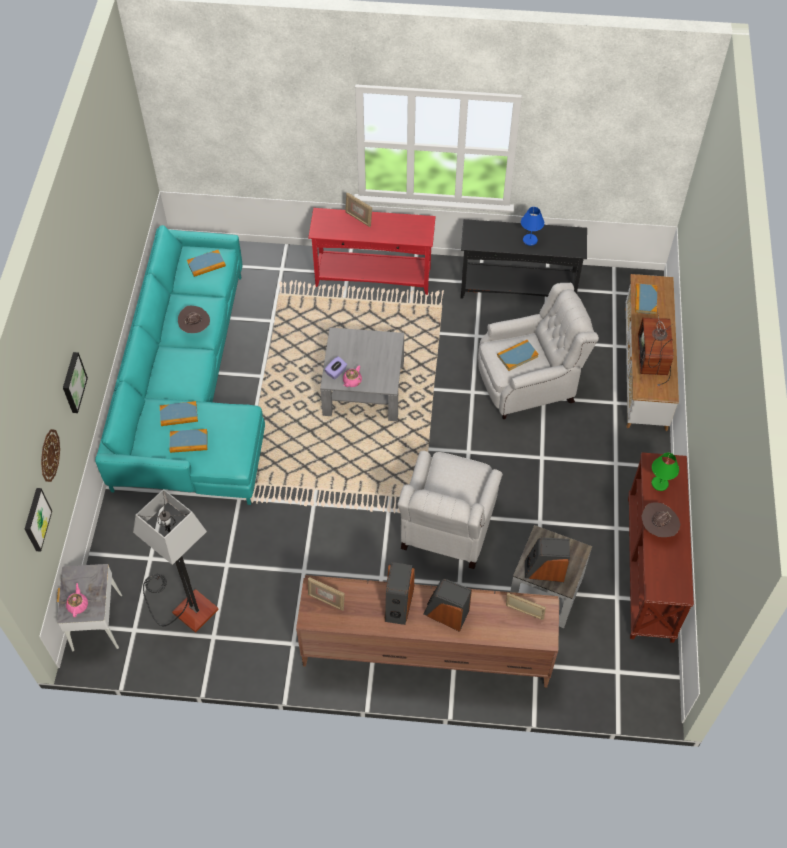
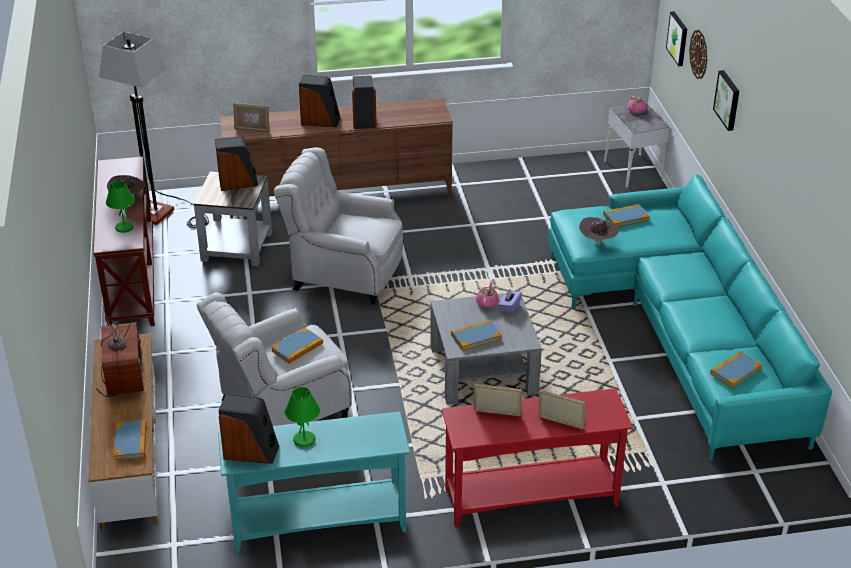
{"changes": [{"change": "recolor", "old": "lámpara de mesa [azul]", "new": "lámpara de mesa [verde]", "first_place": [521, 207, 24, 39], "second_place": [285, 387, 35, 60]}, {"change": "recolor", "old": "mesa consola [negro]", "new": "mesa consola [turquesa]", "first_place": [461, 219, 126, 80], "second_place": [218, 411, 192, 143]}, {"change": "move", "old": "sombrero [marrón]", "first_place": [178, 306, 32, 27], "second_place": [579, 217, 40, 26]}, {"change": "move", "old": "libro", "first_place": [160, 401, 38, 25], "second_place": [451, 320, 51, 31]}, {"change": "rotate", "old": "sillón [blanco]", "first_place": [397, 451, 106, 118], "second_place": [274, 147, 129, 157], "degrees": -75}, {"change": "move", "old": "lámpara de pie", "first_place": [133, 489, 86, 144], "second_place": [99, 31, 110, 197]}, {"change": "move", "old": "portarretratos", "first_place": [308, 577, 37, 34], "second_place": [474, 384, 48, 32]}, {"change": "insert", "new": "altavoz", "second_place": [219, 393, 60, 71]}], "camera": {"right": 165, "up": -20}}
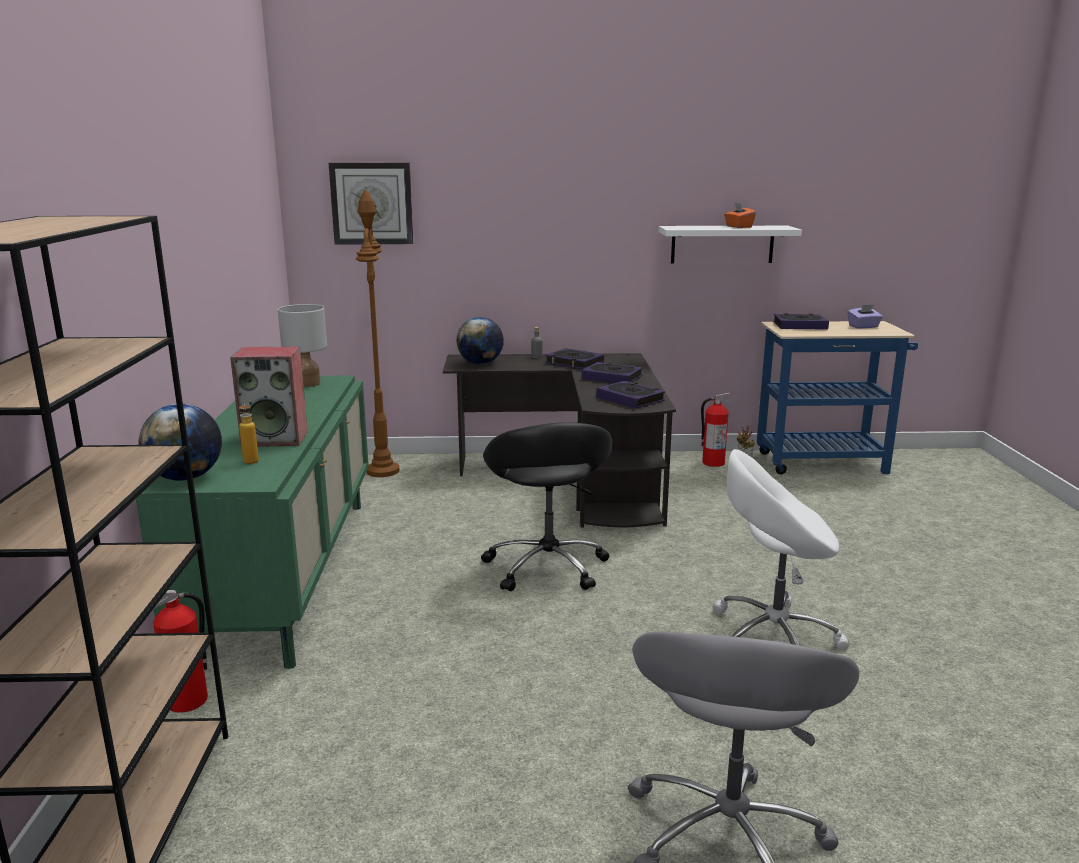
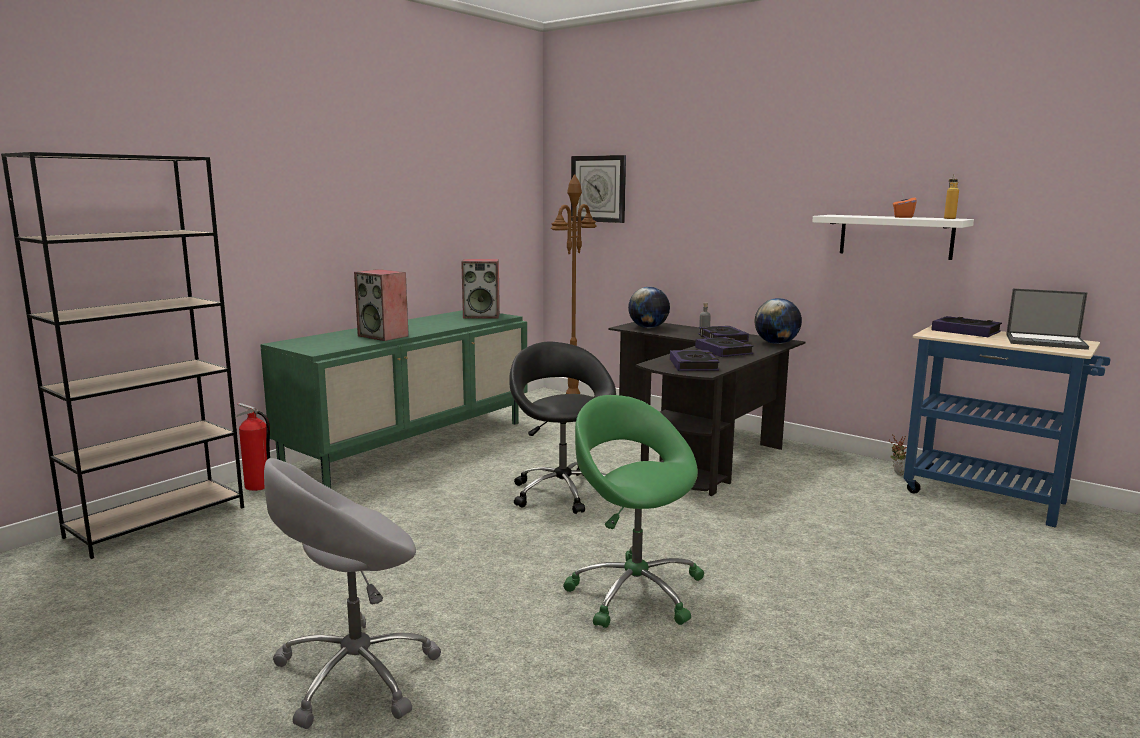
{"changes": [{"change": "replace", "old": "lámpara de mesa [gris]", "new": "altavoz", "first_place": [278, 304, 49, 83], "second_place": [461, 259, 39, 59]}, {"change": "replace", "old": "caja de pañuelos [morado]", "new": "portátil", "first_place": [848, 305, 35, 24], "second_place": [1006, 288, 83, 62]}, {"change": "delete", "old": "extintor", "first_place": [701, 392, 31, 75]}, {"change": "move", "old": "botella", "first_place": [239, 401, 20, 63], "second_place": [944, 174, 15, 45]}, {"change": "move", "old": "globo terráqueo", "first_place": [139, 404, 83, 77], "second_place": [755, 298, 47, 46]}, {"change": "rotate", "old": "silla de oficina [negro]", "first_place": [481, 422, 132, 169], "second_place": [509, 342, 107, 172], "degrees": 120}, {"change": "recolor", "old": "silla de oficina [blanco]", "new": "silla de oficina [verde]", "first_place": [713, 449, 136, 201], "second_place": [563, 395, 141, 233]}], "camera": {"right": 40, "up": -5}}
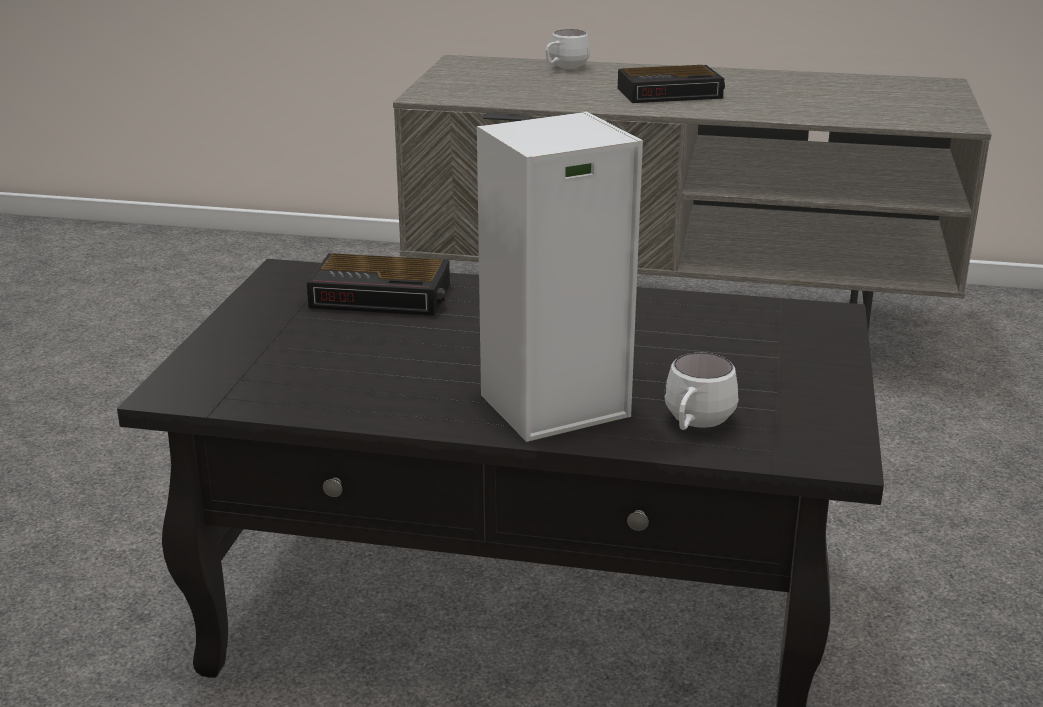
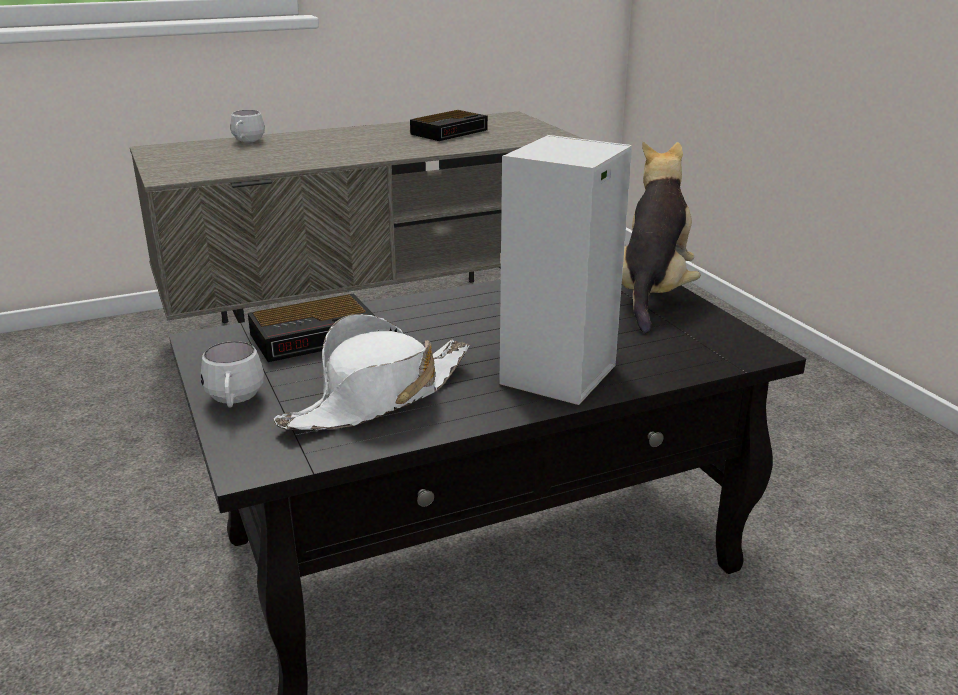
{"changes": [{"change": "move", "old": "despertador", "first_place": [618, 65, 107, 38], "second_place": [410, 110, 78, 31]}, {"change": "move", "old": "taza grande [blanco]", "first_place": [664, 352, 75, 78], "second_place": [201, 341, 63, 67]}, {"change": "insert", "new": "peluche", "second_place": [622, 142, 79, 191]}, {"change": "insert", "new": "sombrero [blanco]", "second_place": [274, 314, 195, 116]}], "camera": {"right": -35, "up": 0}}
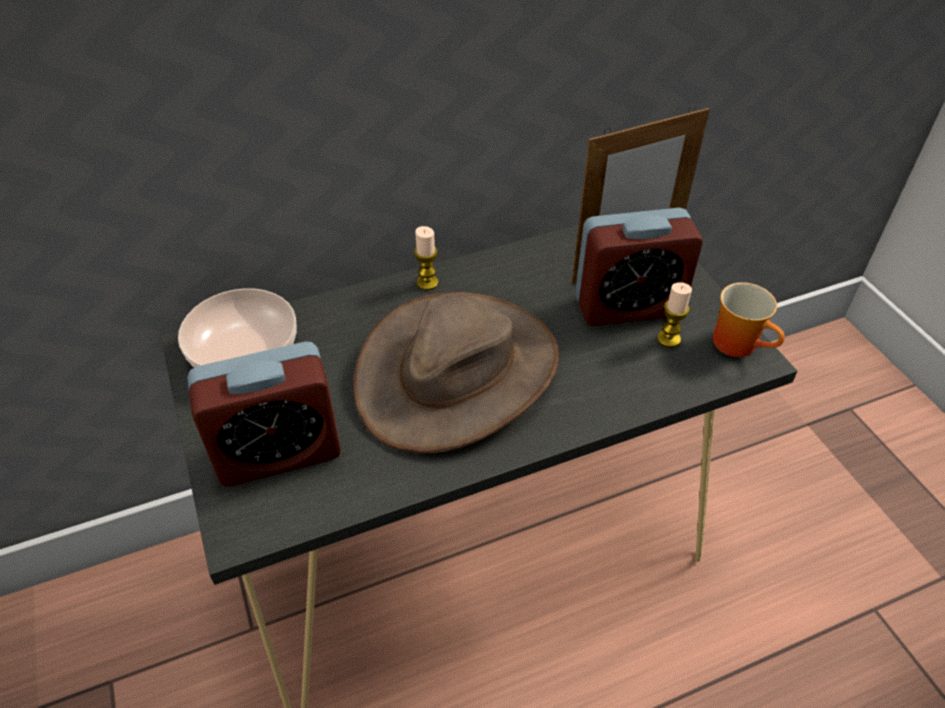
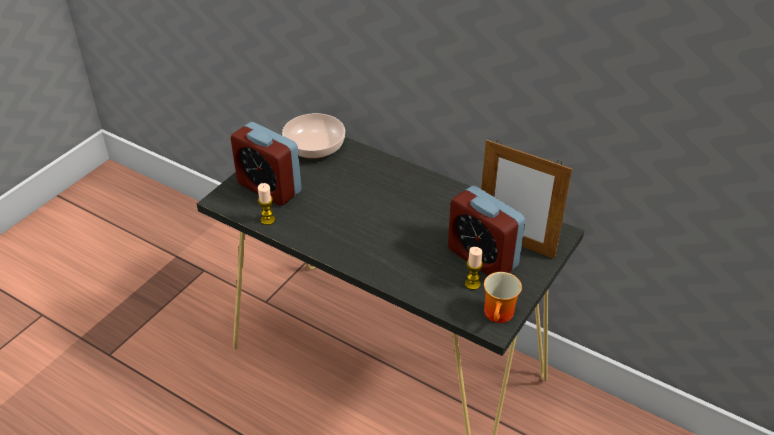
{"changes": [{"change": "move", "old": "vela", "first_place": [414, 226, 24, 64], "second_place": [258, 183, 17, 42]}, {"change": "delete", "old": "sombrero [marrón]", "first_place": [353, 292, 206, 162]}], "camera": {"right": 55, "up": -5}}
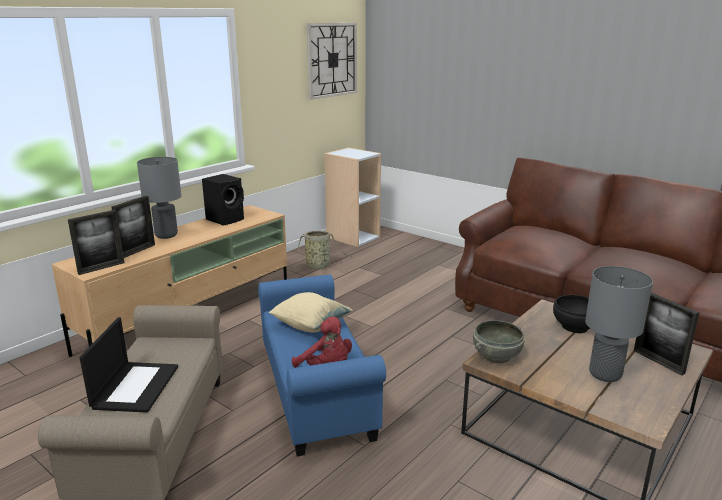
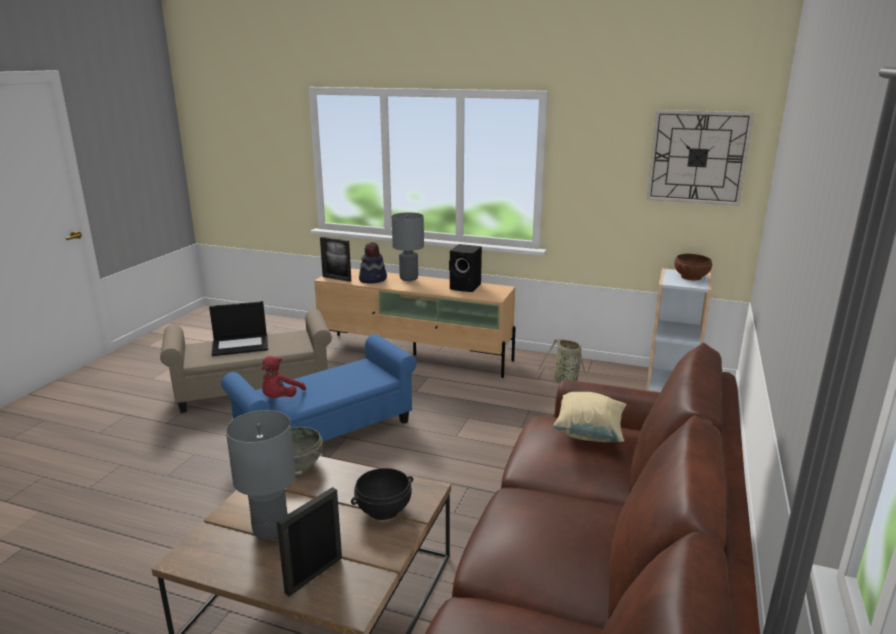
{"changes": [{"change": "replace", "old": "portarretratos", "new": "sombrero", "first_place": [112, 196, 43, 62], "second_place": [359, 242, 28, 42]}, {"change": "move", "old": "cojín [beis]", "first_place": [269, 292, 83, 40], "second_place": [553, 392, 73, 50]}, {"change": "insert", "new": "cuenco [marrón]", "second_place": [674, 254, 38, 26]}], "camera": {"right": 70, "up": 0}}
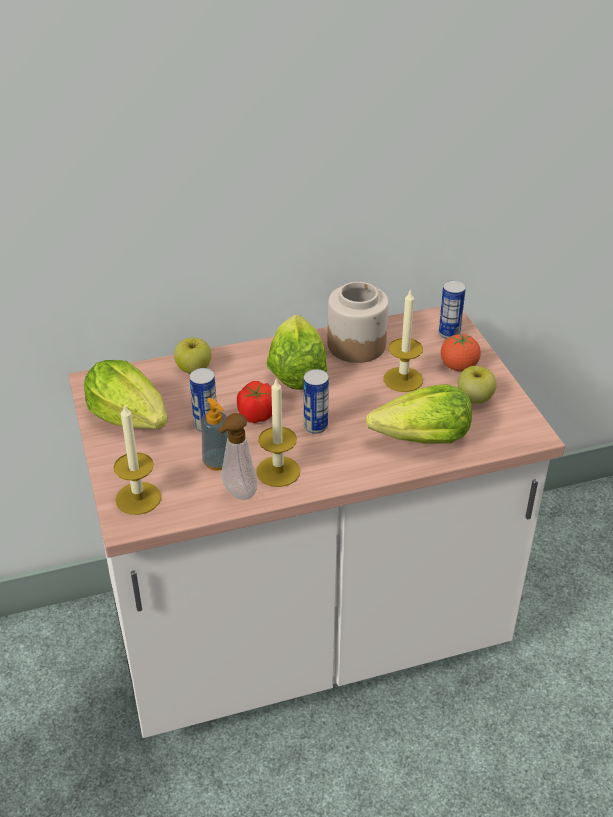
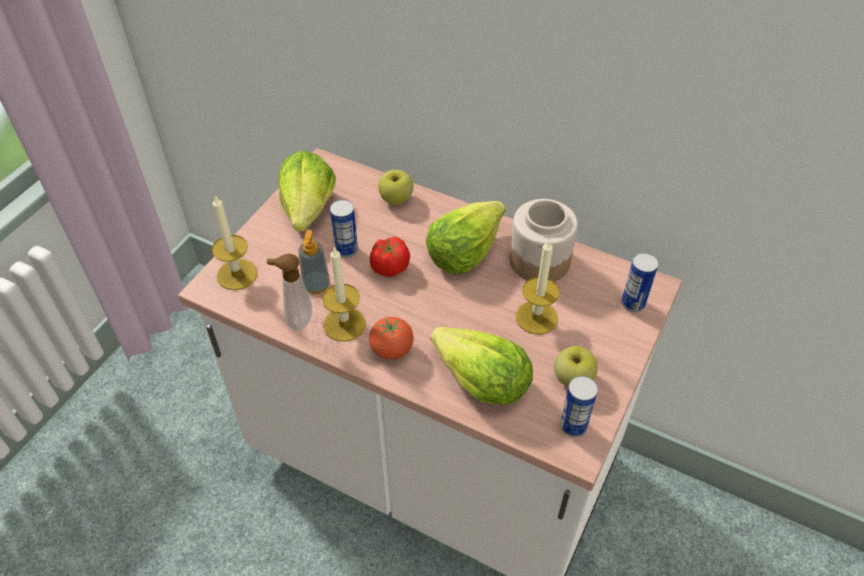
{"changes": [{"change": "move", "old": "tomate", "first_place": [441, 334, 40, 37], "second_place": [369, 317, 45, 43]}, {"change": "move", "old": "lata", "first_place": [304, 369, 25, 65], "second_place": [560, 376, 38, 61]}], "camera": {"right": 45, "up": 10}}
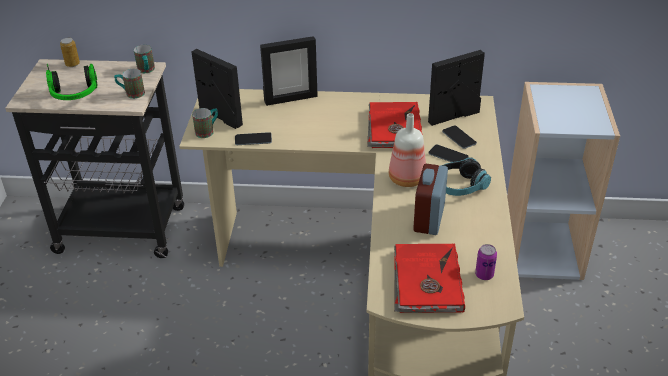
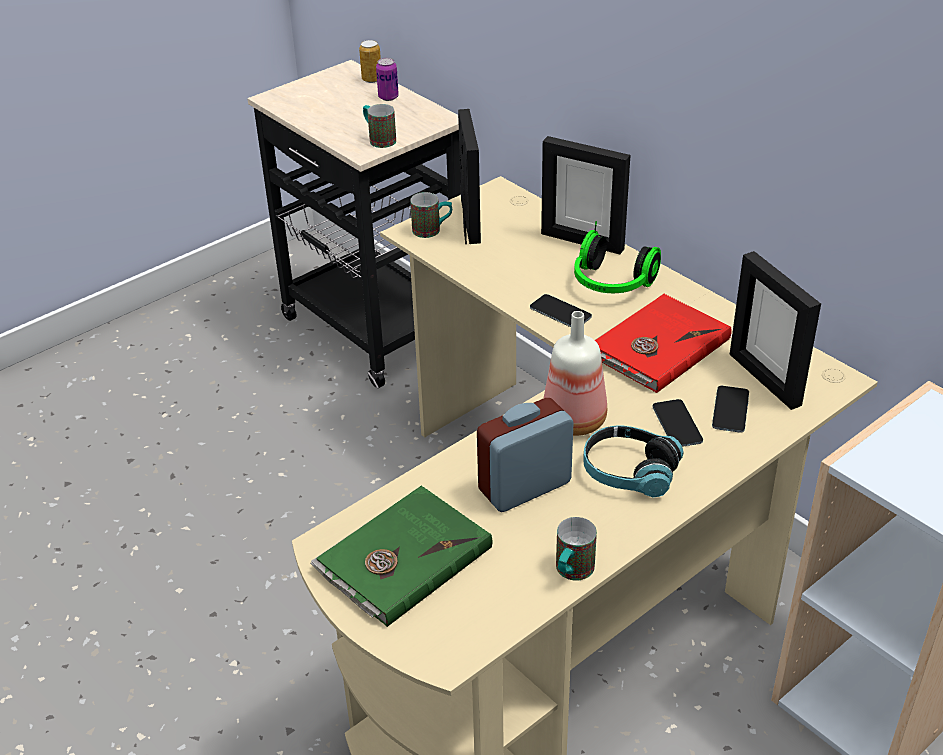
{"changes": [{"change": "move", "old": "taza grande", "first_place": [134, 45, 21, 28], "second_place": [556, 517, 41, 64]}, {"change": "rotate", "old": "portarretratos", "first_place": [428, 50, 57, 76], "second_place": [730, 251, 91, 159], "degrees": -135}, {"change": "move", "old": "auriculares", "first_place": [46, 64, 52, 36], "second_place": [574, 221, 87, 72]}, {"change": "move", "old": "móvil", "first_place": [235, 132, 37, 13], "second_place": [530, 294, 62, 33]}, {"change": "recolor", "old": "libro [rojo]", "new": "libro [verde]", "first_place": [394, 243, 71, 70], "second_place": [310, 486, 183, 141]}, {"change": "move", "old": "lata", "first_place": [475, 244, 22, 36], "second_place": [376, 58, 23, 43]}], "camera": {"right": 45, "up": 0}}
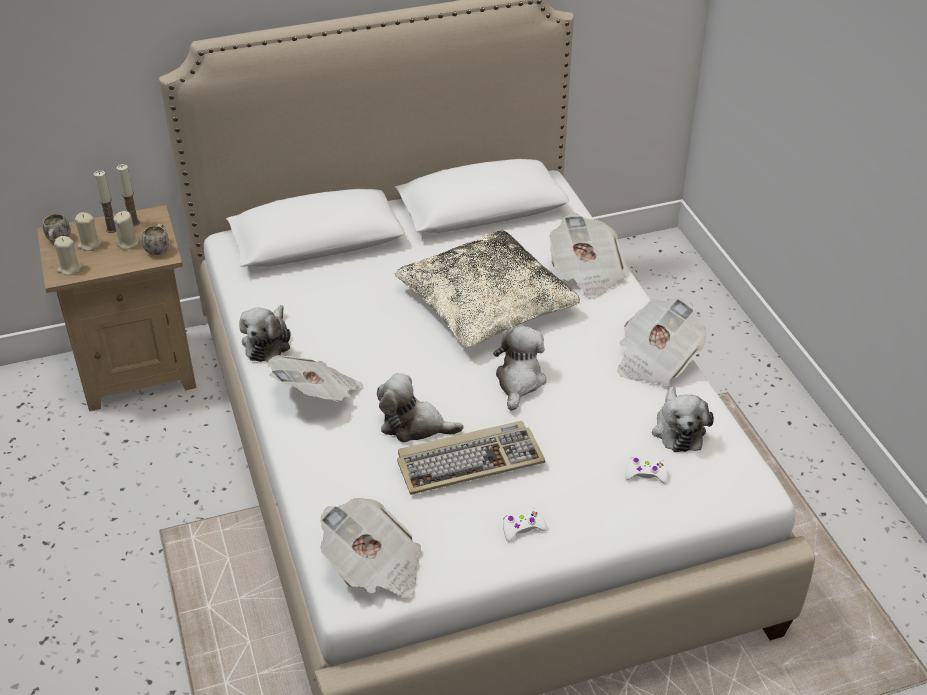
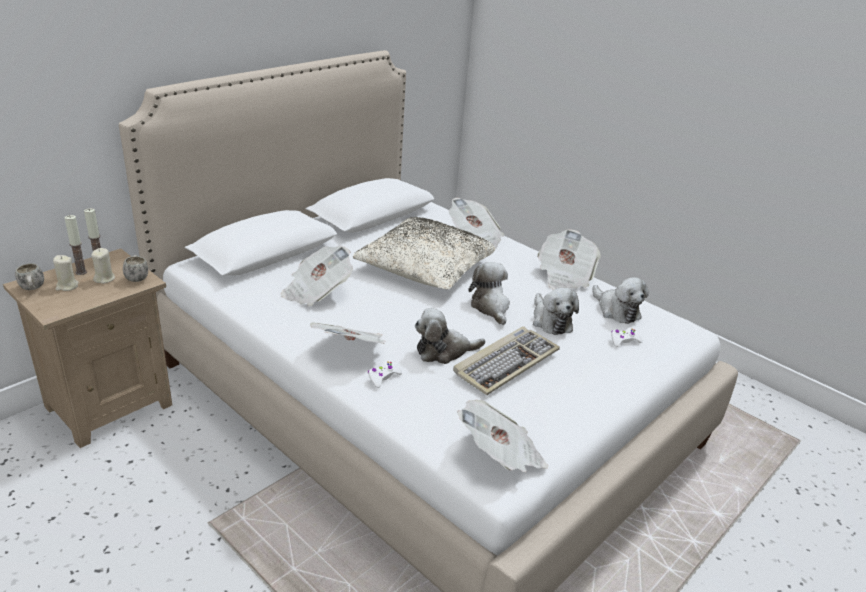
{"changes": [{"change": "delete", "old": "vela [beis]", "first_place": [54, 236, 28, 39]}, {"change": "move", "old": "peluche", "first_place": [239, 305, 52, 57], "second_place": [533, 287, 46, 48]}, {"change": "move", "old": "mando de consola [blanco]", "first_place": [503, 508, 45, 34], "second_place": [368, 360, 34, 28]}, {"change": "insert", "new": "periódico", "second_place": [281, 246, 72, 60]}], "camera": {"right": -30, "up": -10}}
